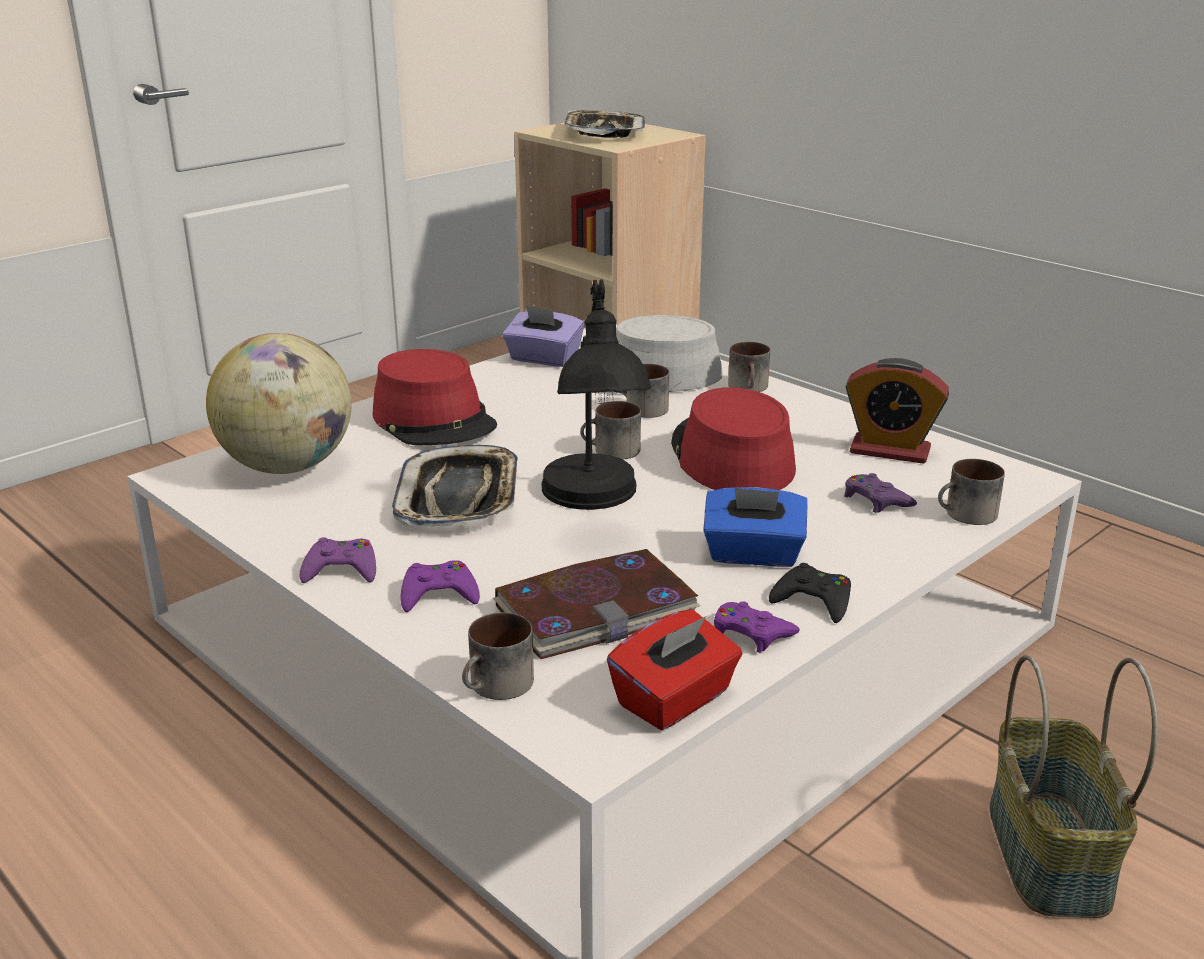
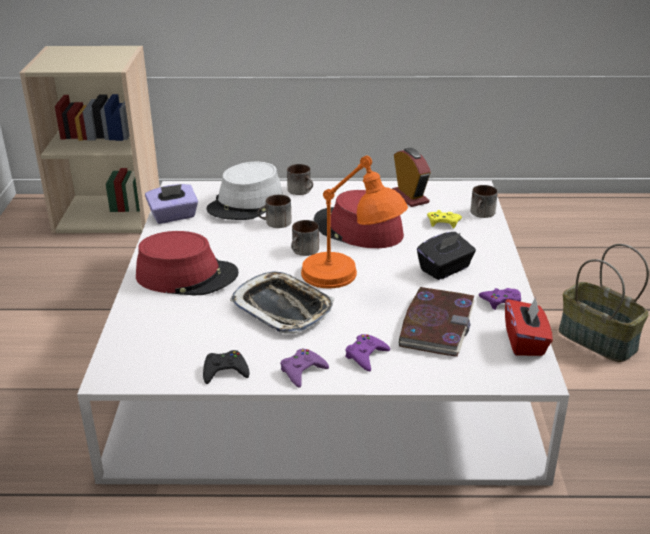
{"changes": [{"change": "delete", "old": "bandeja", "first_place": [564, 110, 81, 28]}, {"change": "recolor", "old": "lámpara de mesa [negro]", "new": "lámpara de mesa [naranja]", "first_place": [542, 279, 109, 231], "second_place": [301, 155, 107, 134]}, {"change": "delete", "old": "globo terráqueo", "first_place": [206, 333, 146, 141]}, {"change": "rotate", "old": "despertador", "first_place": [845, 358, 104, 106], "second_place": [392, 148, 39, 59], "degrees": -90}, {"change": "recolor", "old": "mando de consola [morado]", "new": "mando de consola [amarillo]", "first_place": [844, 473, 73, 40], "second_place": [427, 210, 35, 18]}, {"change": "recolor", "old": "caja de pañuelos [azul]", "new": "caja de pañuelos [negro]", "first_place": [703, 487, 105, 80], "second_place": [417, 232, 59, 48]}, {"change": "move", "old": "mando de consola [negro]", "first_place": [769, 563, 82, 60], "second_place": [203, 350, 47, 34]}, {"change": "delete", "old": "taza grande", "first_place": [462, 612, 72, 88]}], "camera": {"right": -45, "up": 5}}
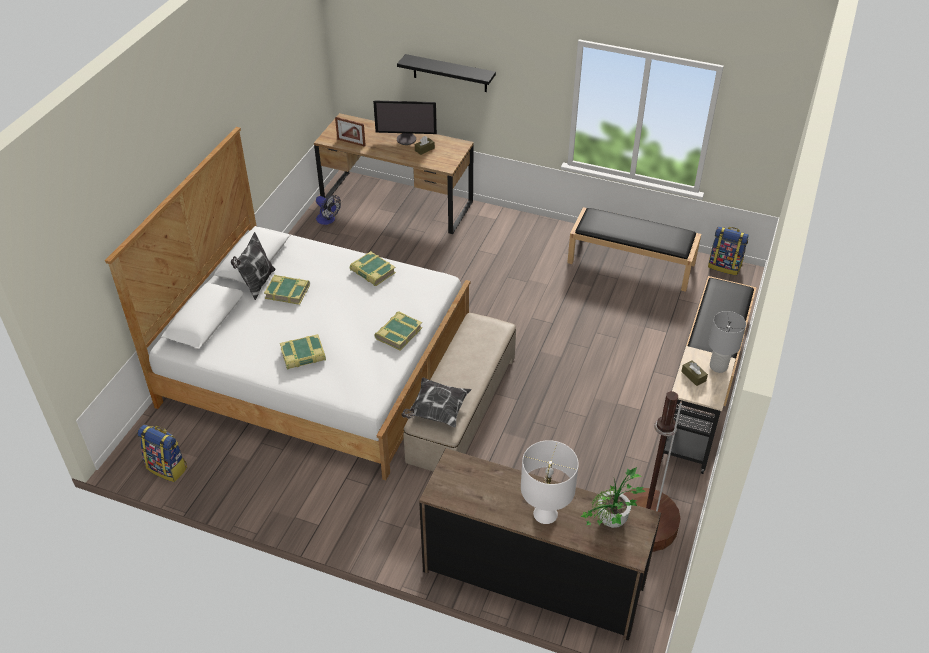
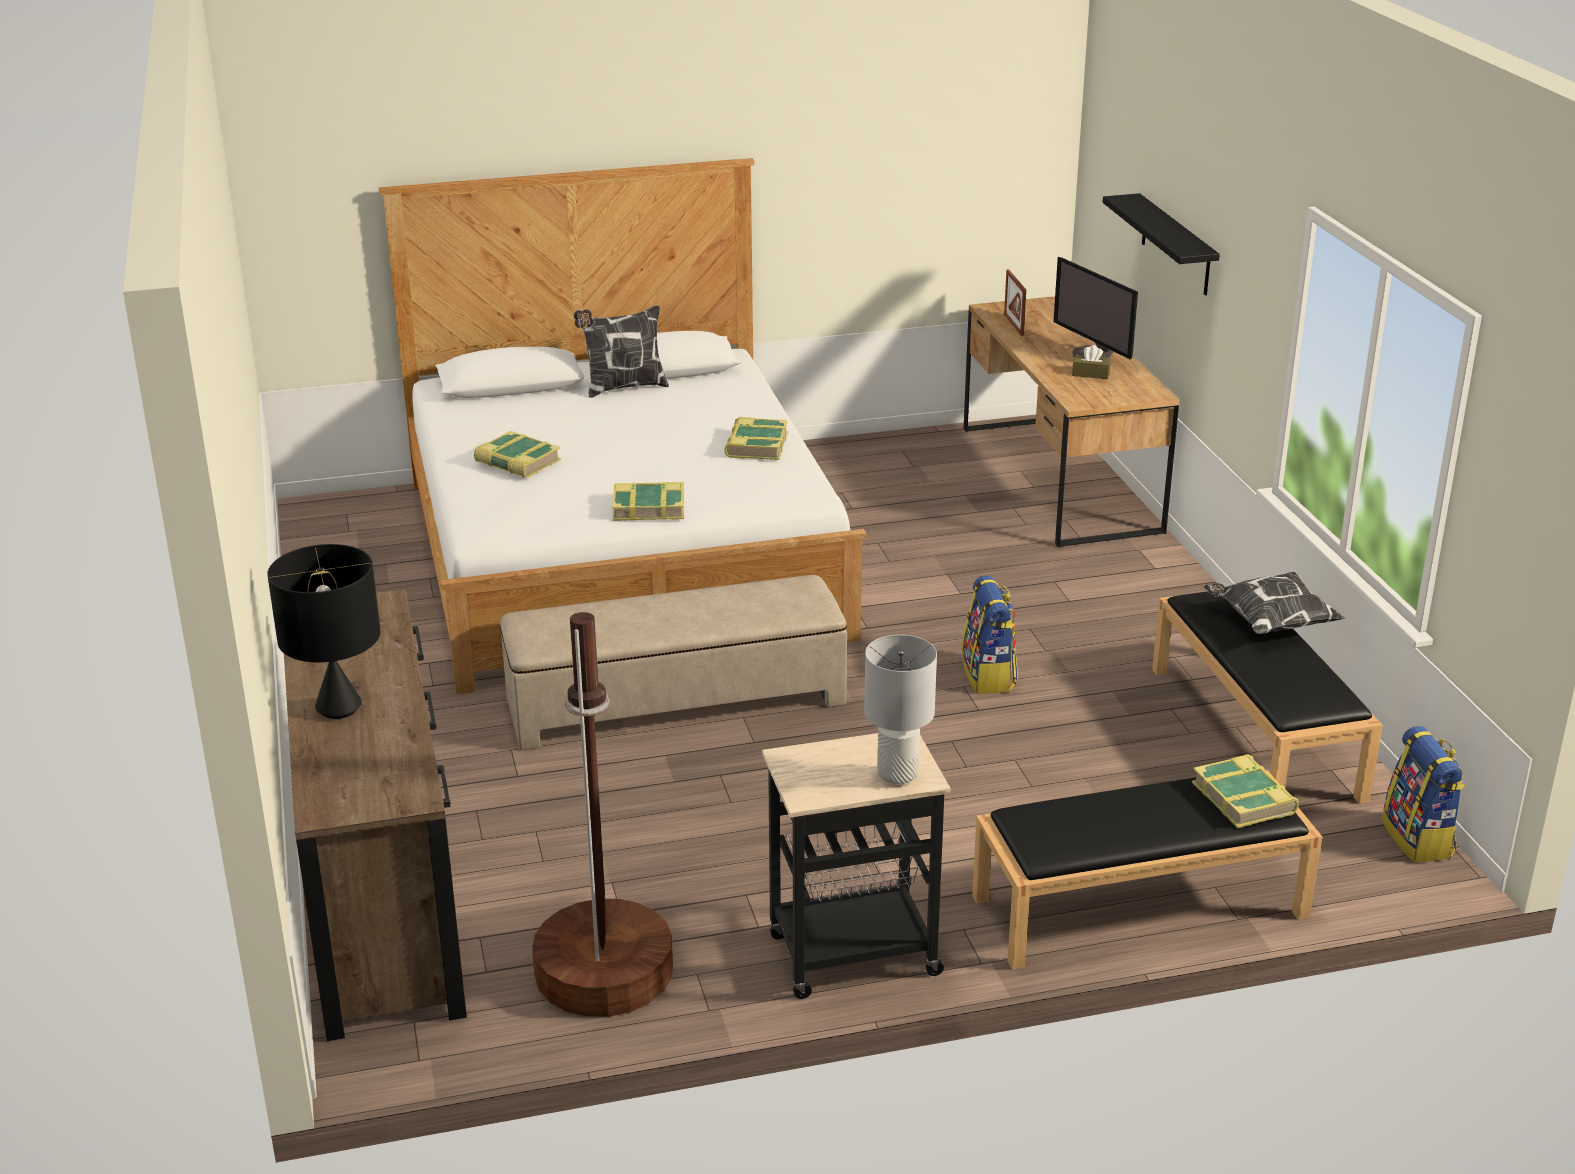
{"changes": [{"change": "delete", "old": "ventilador", "first_place": [316, 195, 25, 30]}, {"change": "move", "old": "libro", "first_place": [264, 275, 46, 30], "second_place": [1192, 754, 107, 74]}, {"change": "delete", "old": "caja de pañuelos [marrón]", "first_place": [681, 360, 27, 26]}, {"change": "move", "old": "cojín", "first_place": [401, 377, 70, 50], "second_place": [1204, 572, 141, 62]}, {"change": "move", "old": "mochila", "first_place": [137, 425, 50, 57], "second_place": [962, 575, 56, 119]}, {"change": "recolor", "old": "lámpara de mesa [blanco]", "new": "lámpara de mesa [negro]", "first_place": [521, 440, 58, 84], "second_place": [267, 544, 114, 175]}, {"change": "delete", "old": "planta en maceta", "first_place": [581, 467, 64, 61]}], "camera": {"right": 55, "up": -15}}
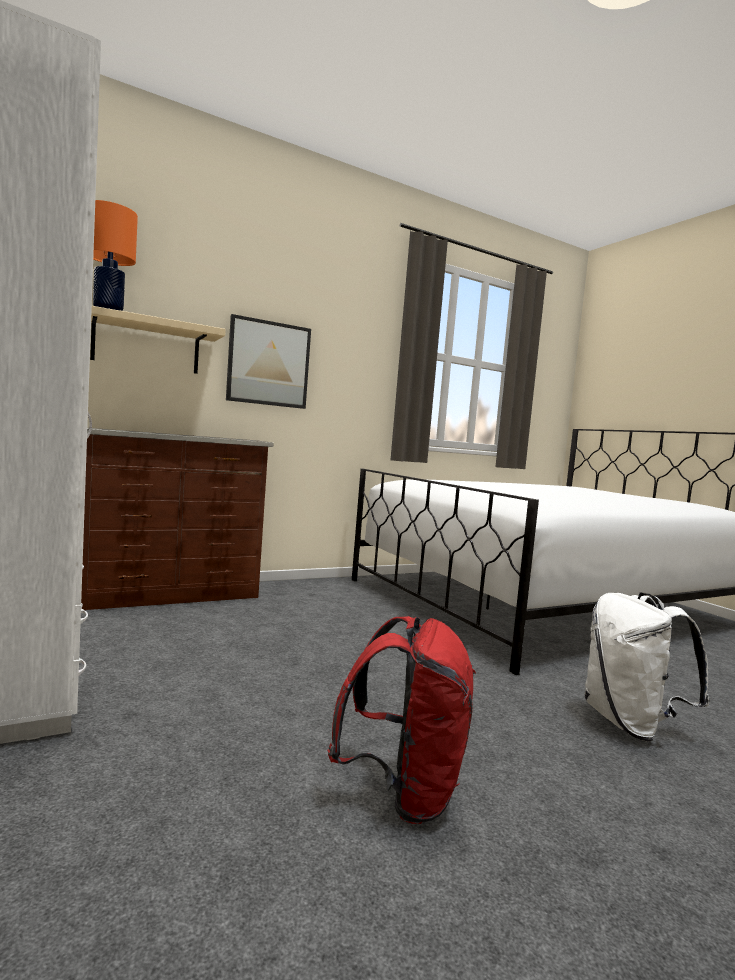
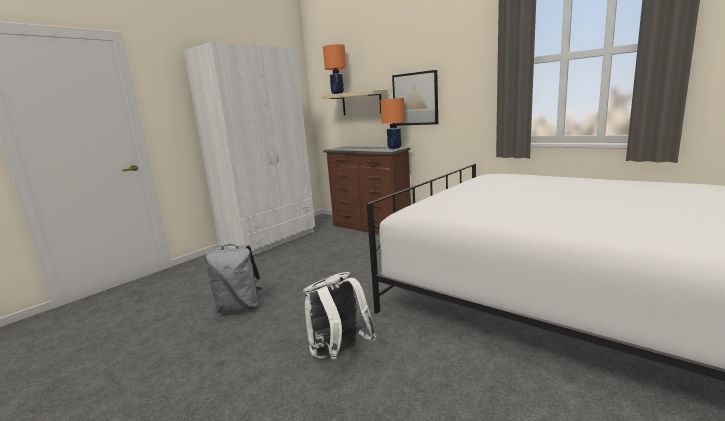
{"changes": [{"change": "recolor", "old": "mochila [rojo]", "new": "mochila [gris]", "first_place": [327, 616, 149, 208], "second_place": [205, 244, 56, 69]}, {"change": "insert", "new": "lámpara de mesa [naranja]", "second_place": [380, 98, 25, 51]}], "camera": {"right": 70, "up": 10}}
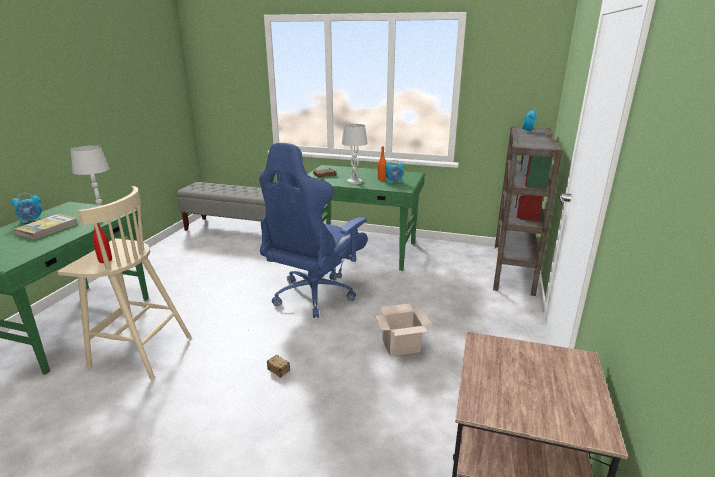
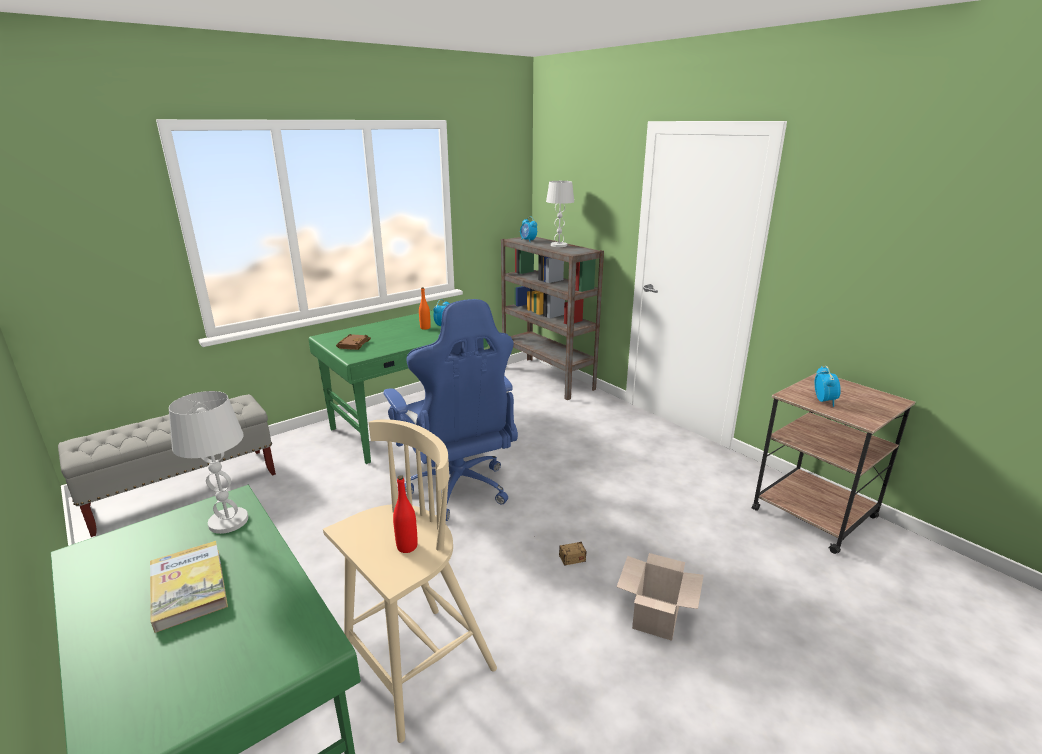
{"changes": [{"change": "move", "old": "lámpara de mesa [blanco]", "first_place": [342, 124, 26, 60], "second_place": [546, 181, 28, 66]}, {"change": "move", "old": "despertador", "first_place": [11, 193, 31, 31], "second_place": [815, 366, 26, 41]}, {"change": "move", "old": "caja de cartón", "first_place": [375, 303, 57, 53], "second_place": [617, 553, 87, 88]}], "camera": {"right": -55, "up": 0}}
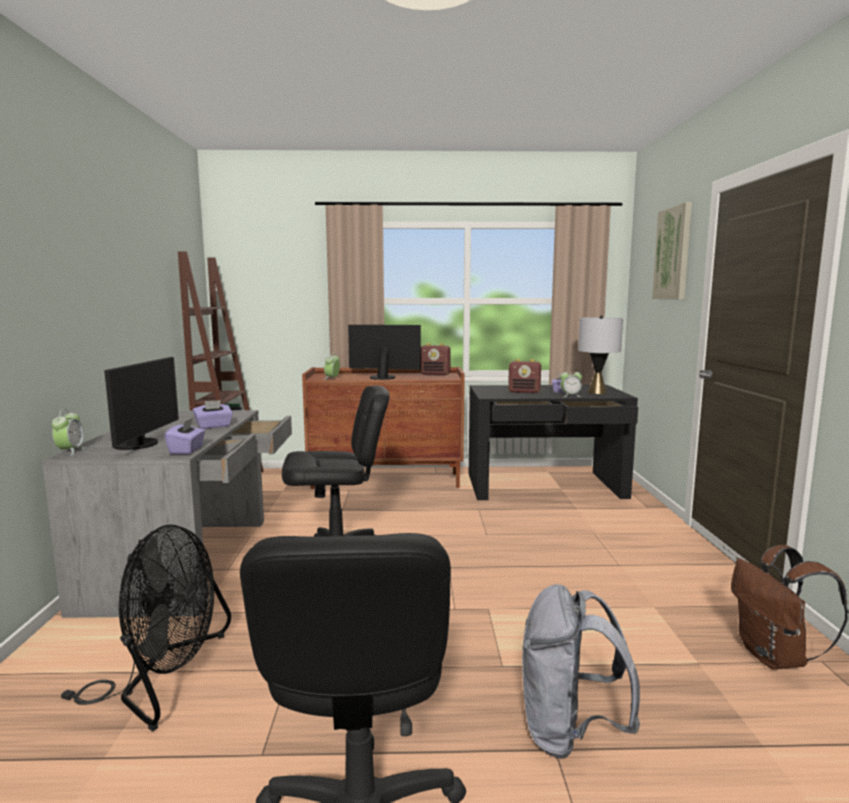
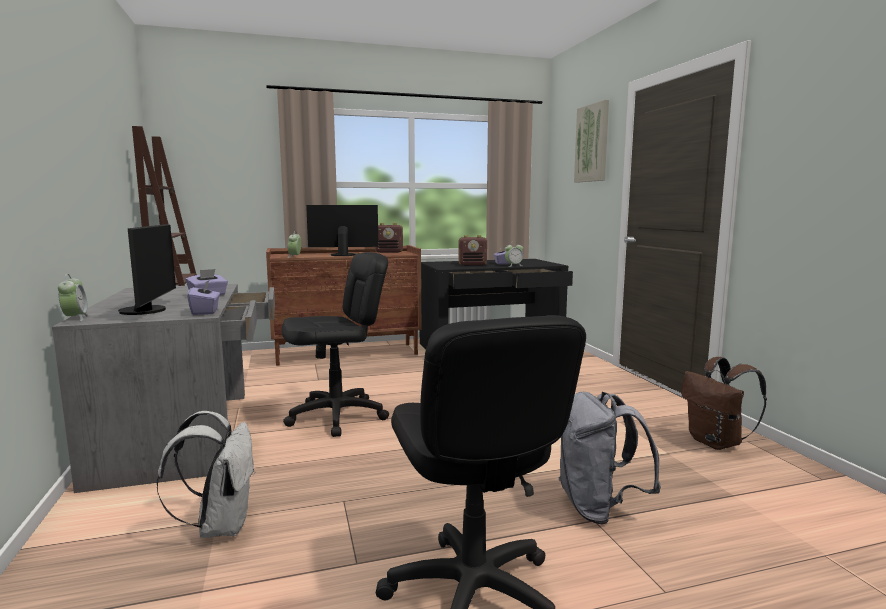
{"changes": [{"change": "delete", "old": "lámpara de mesa [gris]", "first_place": [578, 315, 45, 79]}, {"change": "replace", "old": "ventilador [negro]", "new": "mochila [blanco]", "first_place": [61, 525, 170, 207], "second_place": [156, 411, 99, 127]}], "camera": {"right": -15, "up": 0}}
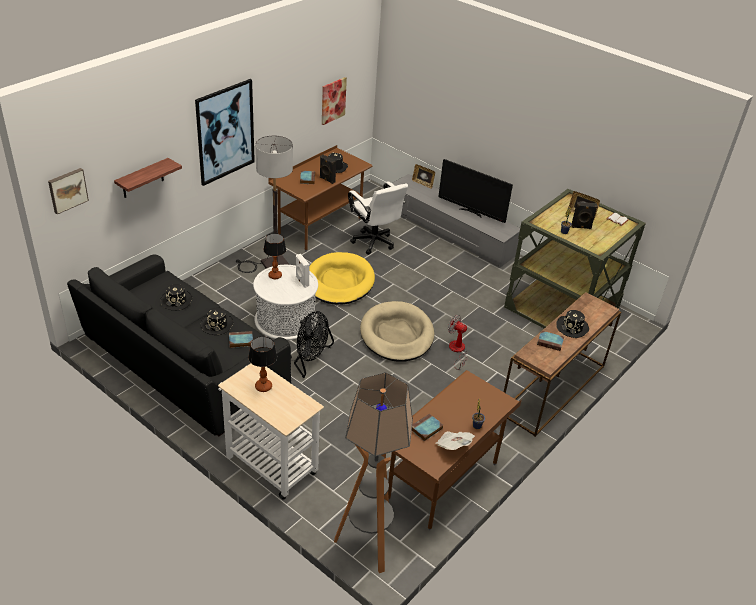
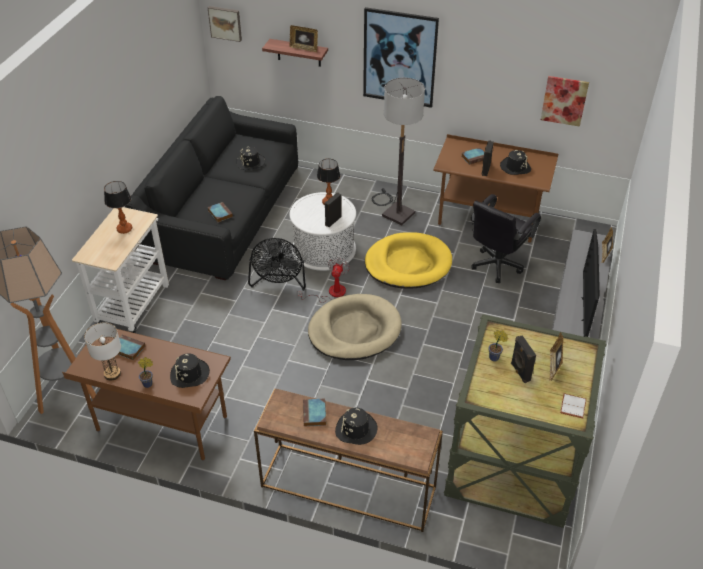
{"changes": [{"change": "recolor", "old": "silla de oficina [blanco]", "new": "silla de oficina [negro]", "first_place": [348, 182, 60, 73], "second_place": [471, 194, 70, 89]}, {"change": "recolor", "old": "altavoz [blanco]", "new": "altavoz [negro]", "first_place": [296, 254, 14, 34], "second_place": [324, 192, 18, 35]}, {"change": "move", "old": "sombrero [negro]", "first_place": [201, 308, 32, 27], "second_place": [170, 353, 40, 35]}, {"change": "move", "old": "ventilador", "first_place": [448, 315, 20, 55], "second_place": [298, 257, 52, 46]}, {"change": "replace", "old": "periódico", "new": "lámpara de mesa", "first_place": [435, 431, 40, 19], "second_place": [84, 323, 37, 58]}, {"change": "insert", "new": "portarretratos", "second_place": [290, 25, 28, 27]}], "camera": {"right": 70, "up": 5}}
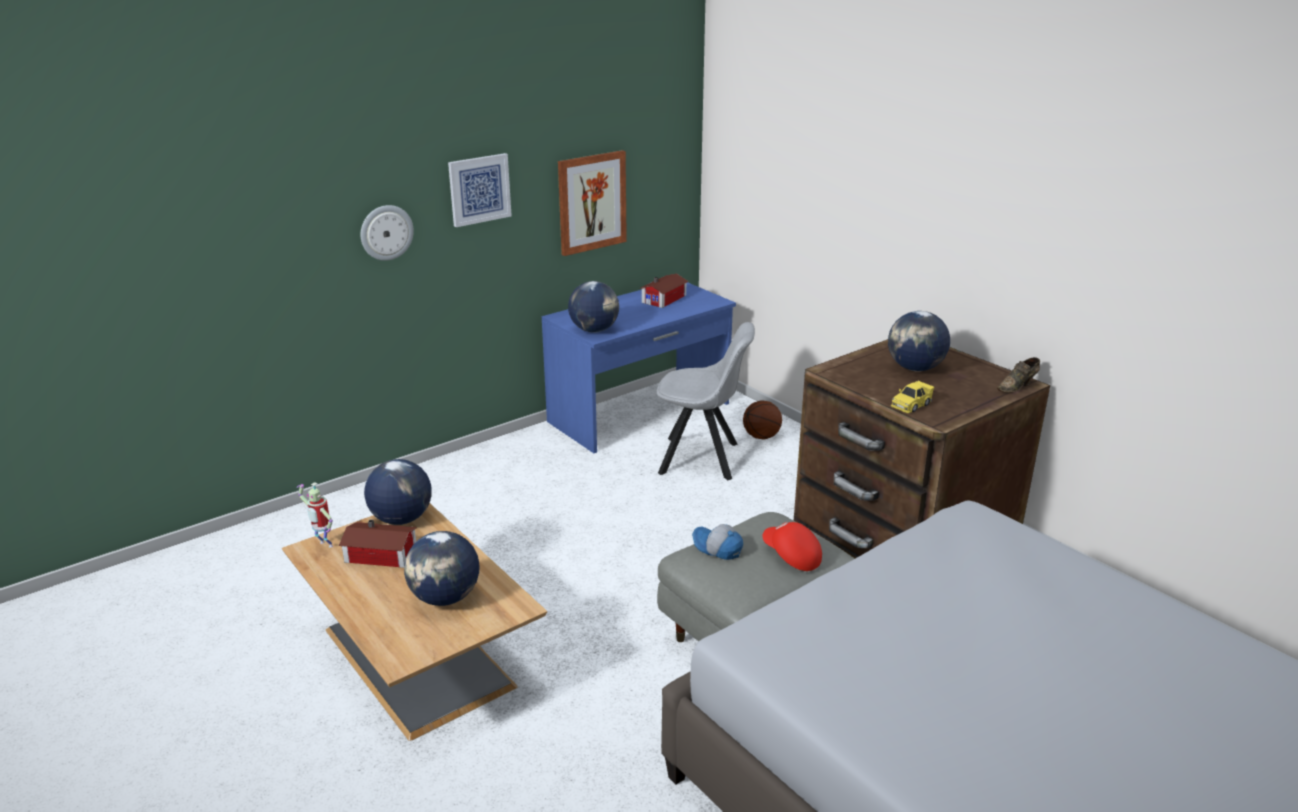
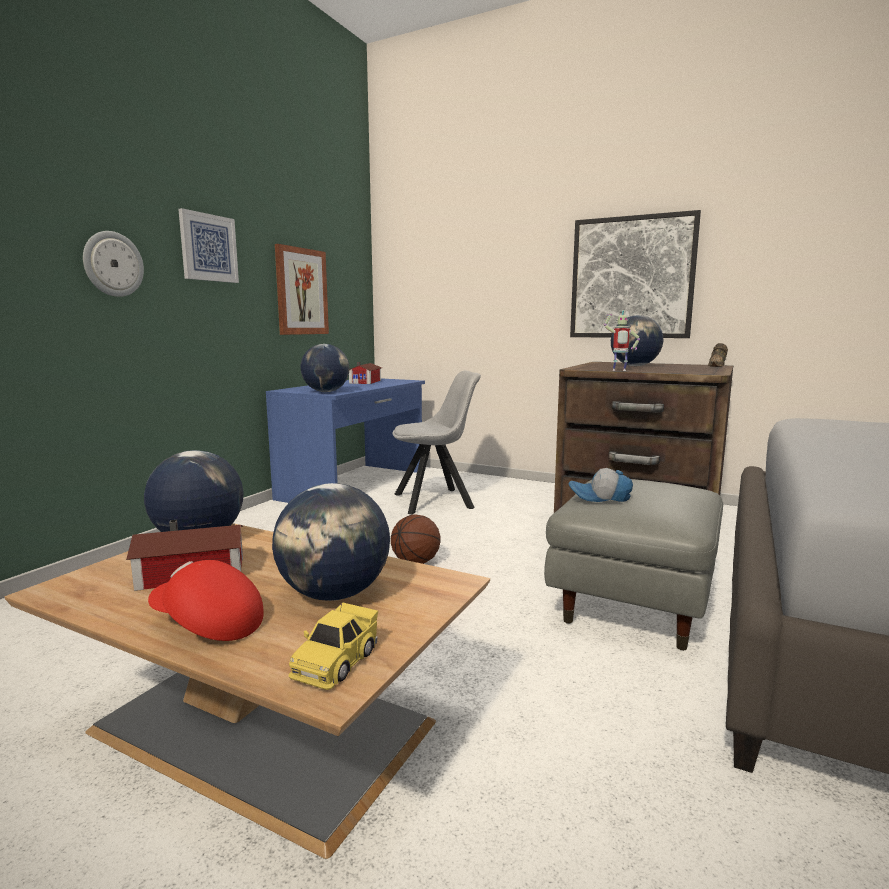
{"changes": [{"change": "move", "old": "coche de juguete [amarillo]", "first_place": [891, 380, 43, 33], "second_place": [289, 603, 89, 87]}, {"change": "move", "old": "balón de baloncesto", "first_place": [743, 400, 39, 39], "second_place": [391, 514, 50, 50]}, {"change": "move", "old": "robot de juguete", "first_place": [297, 482, 36, 66], "second_place": [604, 310, 36, 61]}, {"change": "move", "old": "gorra [rojo]", "first_place": [763, 522, 59, 49], "second_place": [148, 560, 116, 81]}, {"change": "insert", "new": "cuadro", "second_place": [570, 210, 131, 128]}], "camera": {"right": -25, "up": -15}}
